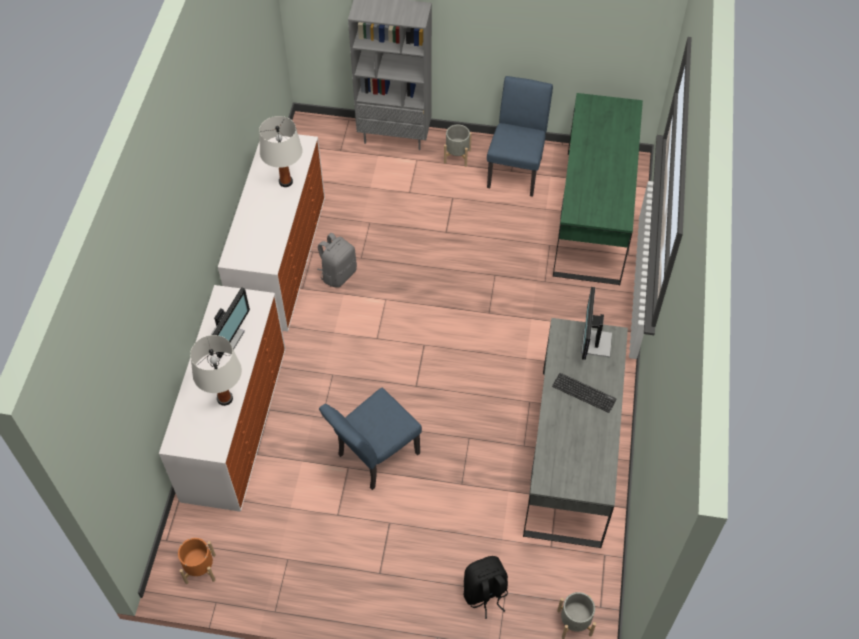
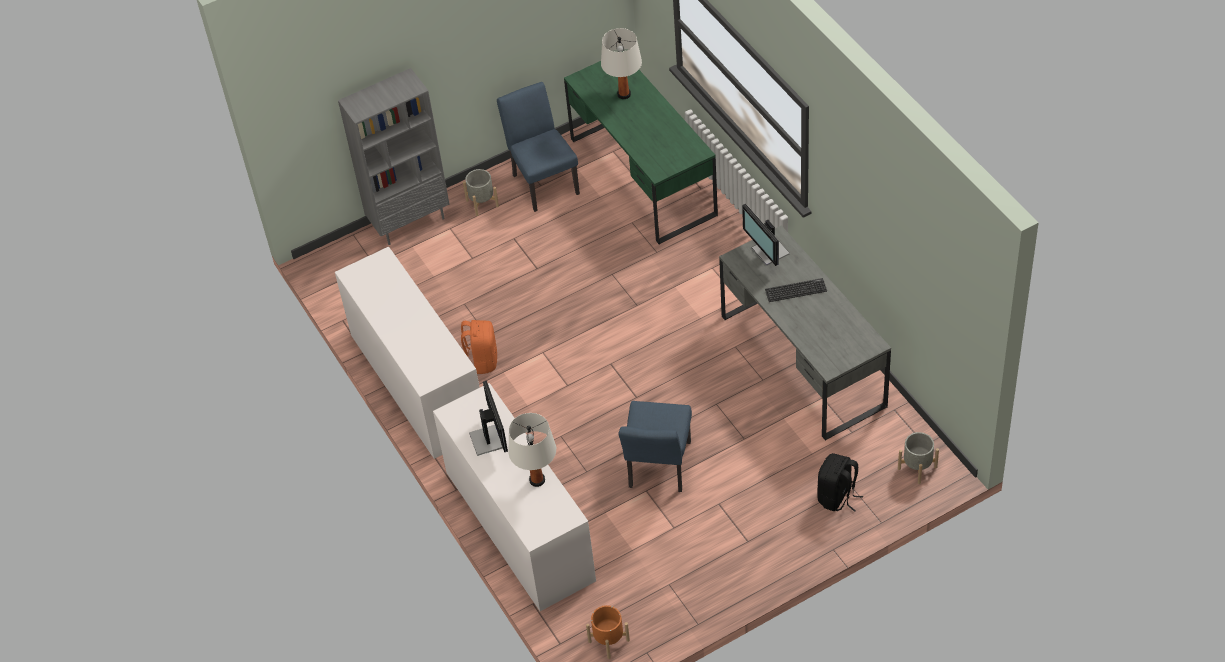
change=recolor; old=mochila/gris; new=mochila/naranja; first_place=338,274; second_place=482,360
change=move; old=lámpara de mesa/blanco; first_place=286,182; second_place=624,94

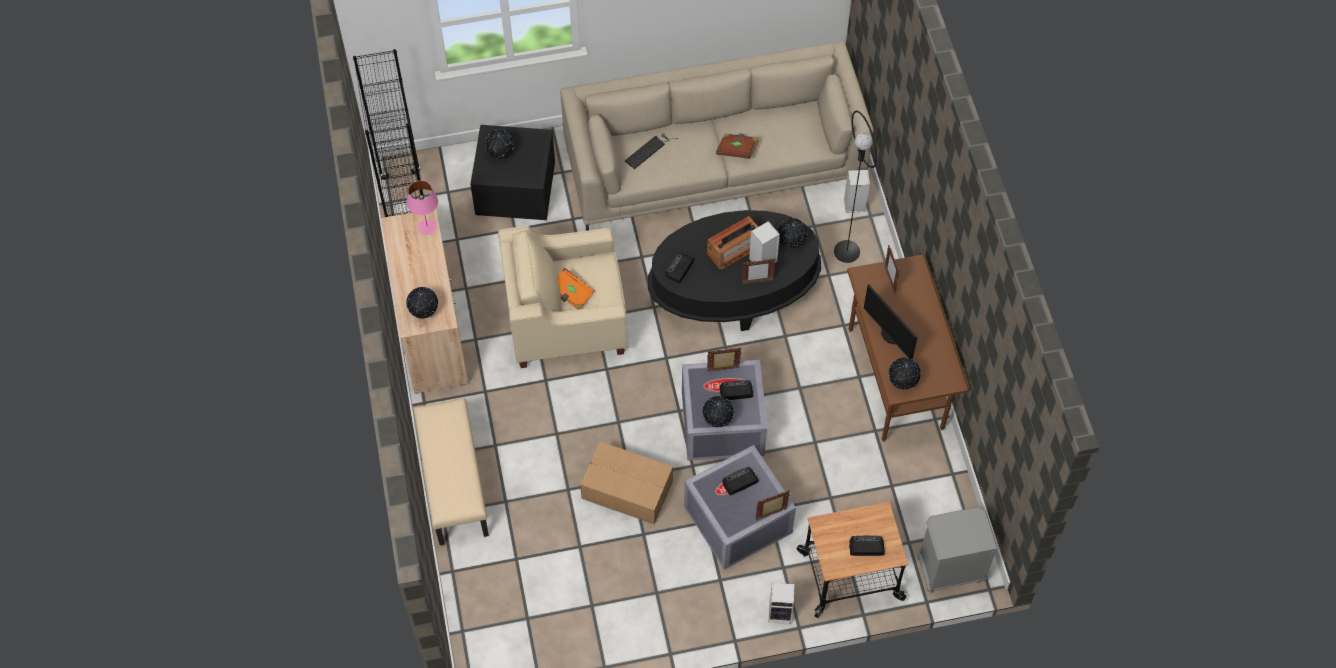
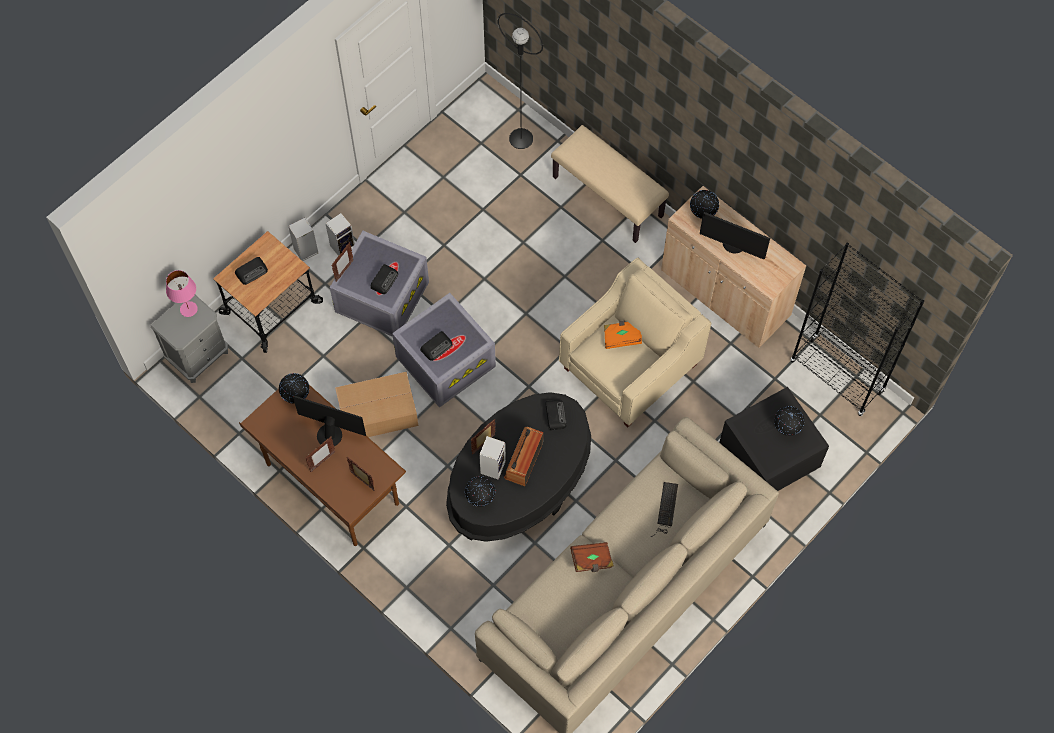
change=move; old=lámpara de mesa/rosa; first_place=427,226; second_place=189,309
change=move; old=portarretratos; first_place=723,370; second_place=322,462
change=move; old=altavoz; first_place=853,205; second_place=343,246
change=move; old=caja de cartón; first_place=626,488; second_place=379,413
change=move; old=lámpara de pie/negro; first_place=847,251; second_place=520,138
change=insert; new=monitor; second_place=733,245
change=delete; old=globo terráqueo; first_place=717,420

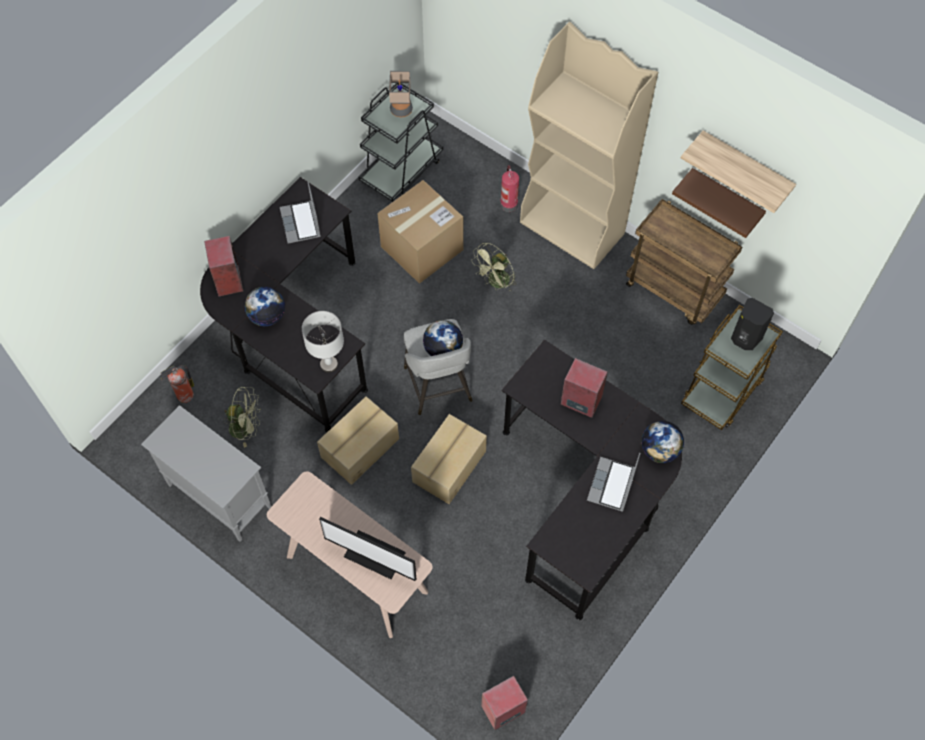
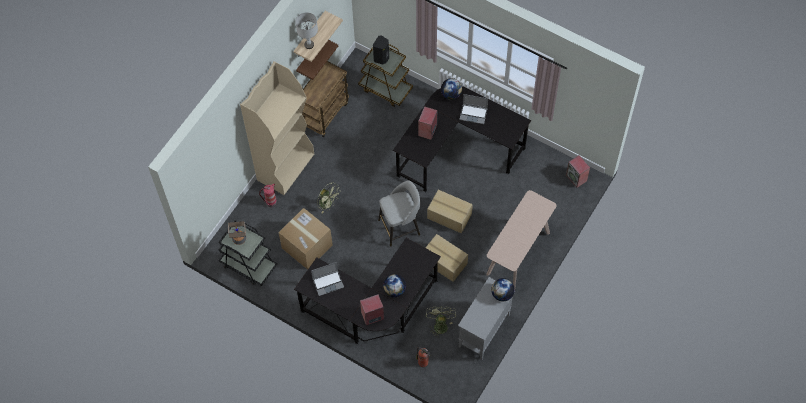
change=move; old=lámpara de mesa/gris; first_place=328,364; second_place=309,45
change=move; old=globo terráqueo; first_place=443,349; second_place=502,294
change=delete; old=monitor; first_place=374,555

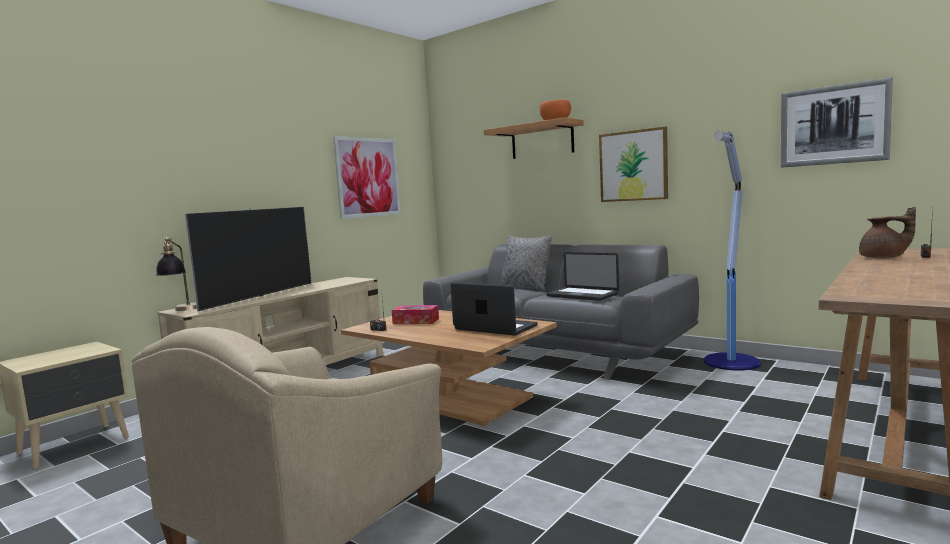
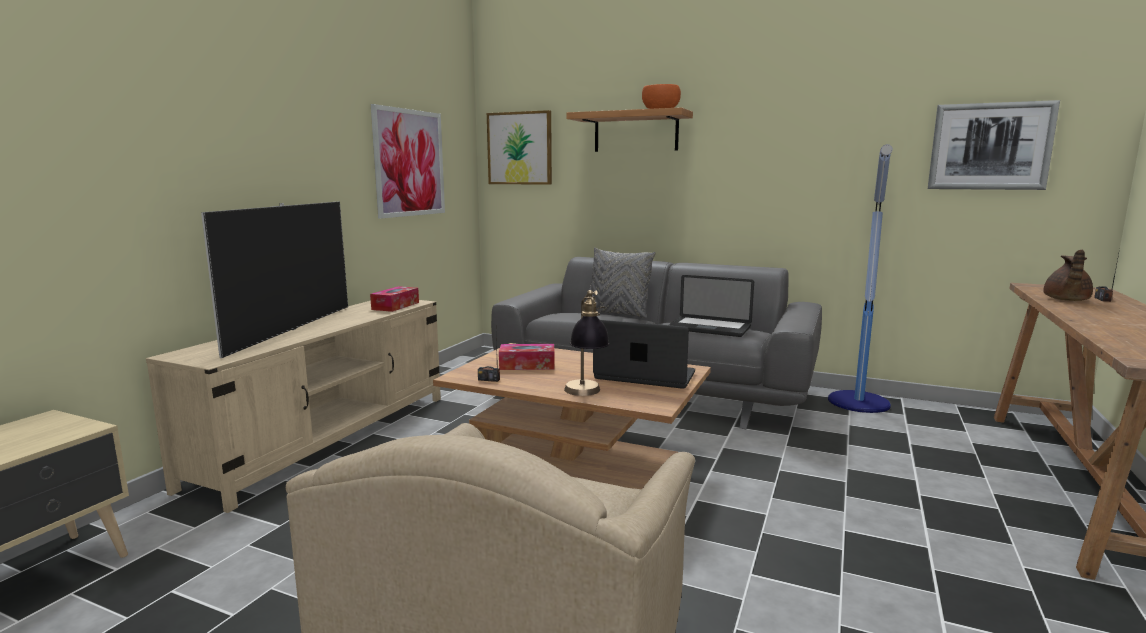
change=insert; new=caja de pañuelos; second_place=395,306
change=move; old=cuadro; first_place=633,166; second_place=520,148
change=move; old=lámpara de mesa; first_place=182,310; second_place=585,395
change=rotate; old=tetera/marrón; first_place=884,258; second_place=1065,300; degrees=120

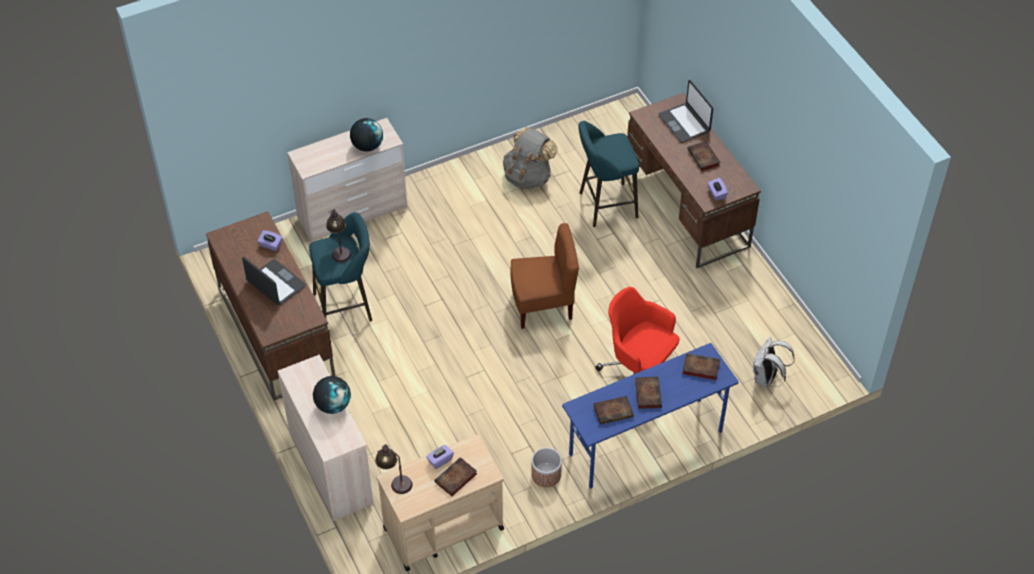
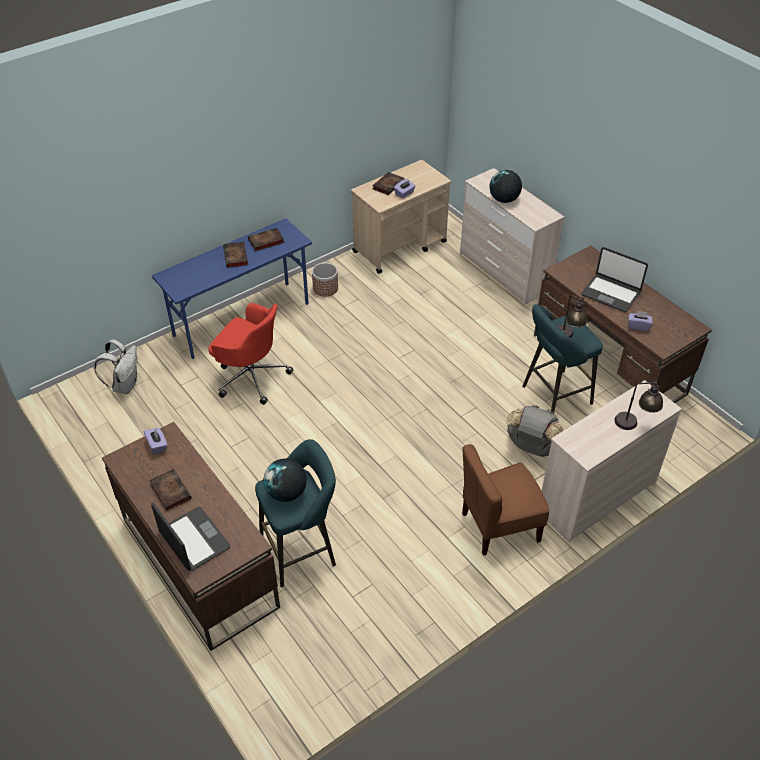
change=move; old=globo terráqueo; first_place=367,146; second_place=286,493
change=move; old=silla/marrón; first_place=542,305; second_place=499,526
change=move; old=mochila/gris; first_place=528,176; second_place=533,447
change=move; old=lámpara de mesa; first_place=394,481; second_place=634,424
change=delete; old=libro; first_place=700,368

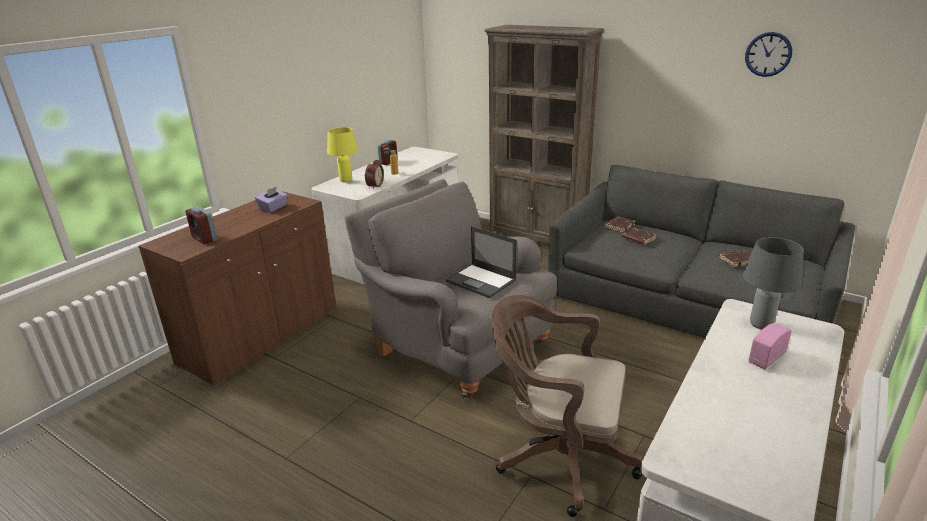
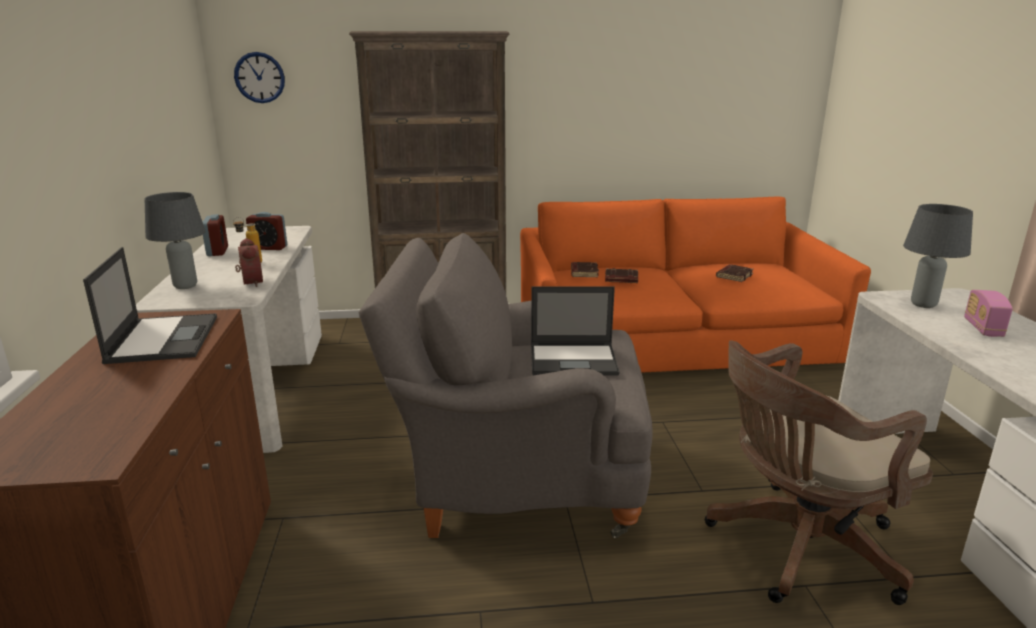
change=replace; old=caja de pañuelos/morado; new=portátil; first_place=273,208; second_place=163,338
change=recolor; old=lámpara de mesa/amarillo; new=lámpara de mesa/gris; first_place=345,180; second_place=185,286
change=move; old=reloj de pared; first_place=768,54; second_place=259,77
change=move; old=despertador; first_place=204,239; second_place=269,248
change=recolor; old=sofá/gris; new=sofá/naranja; first_place=688,298; second_place=672,338

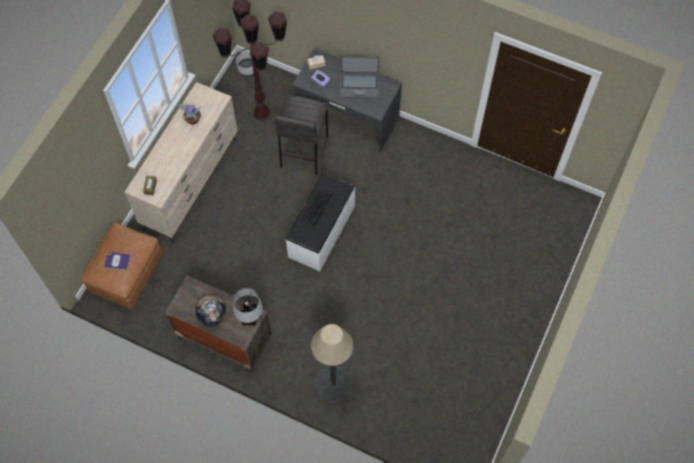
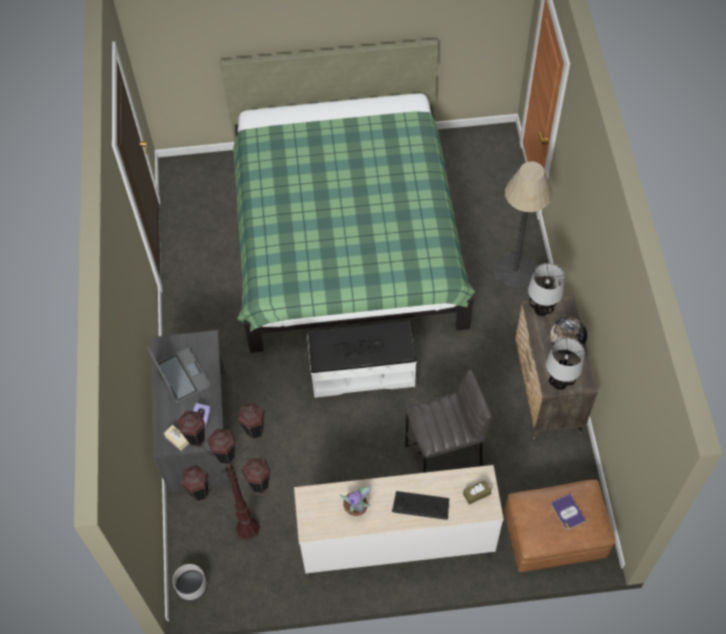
change=insert; new=cama/verde; second_place=346,237
change=insert; new=teclado; second_place=421,506
change=move; old=taburete/gris; first_place=303,152; second_place=444,459
change=insert; new=lámpara de mesa; second_place=559,382

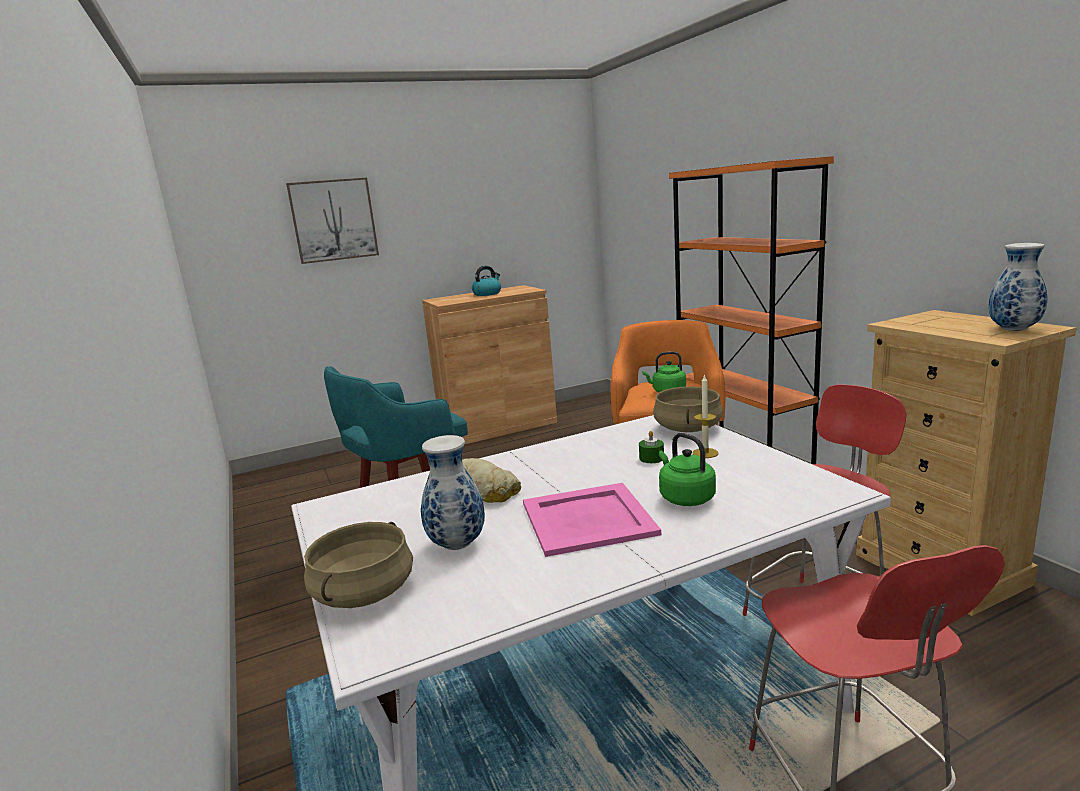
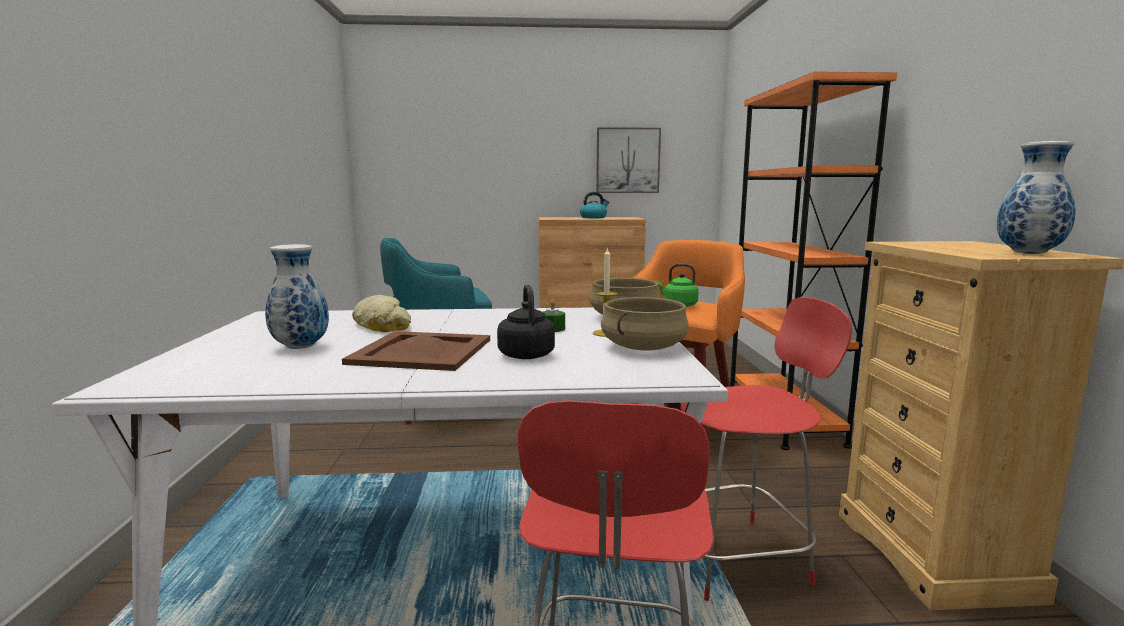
change=recolor; old=bandeja/rosa; new=bandeja/marrón; first_place=589,519; second_place=422,352
change=recolor; old=hervidor/verde; new=hervidor/negro; first_place=685,497; second_place=526,354
change=move; old=cuadro; first_place=333,220; second_place=627,160
change=move; old=olla/beis; first_place=364,593; second_place=644,348

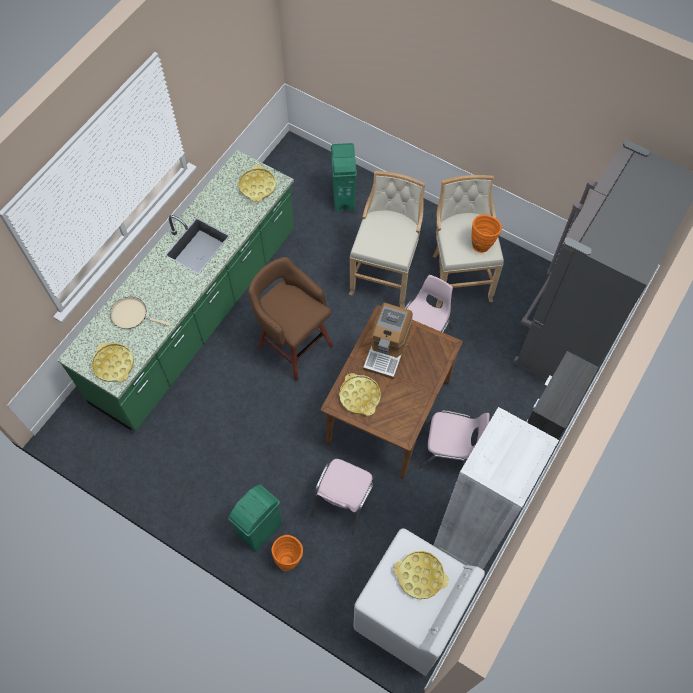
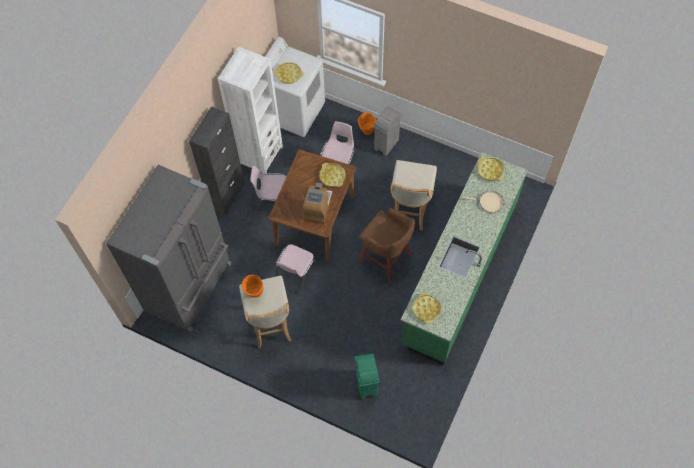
change=recolor; old=papelera/verde; new=papelera/gris; first_place=261,530; second_place=386,145
change=move; old=taburete/beis; first_place=385,274; second_place=409,210

